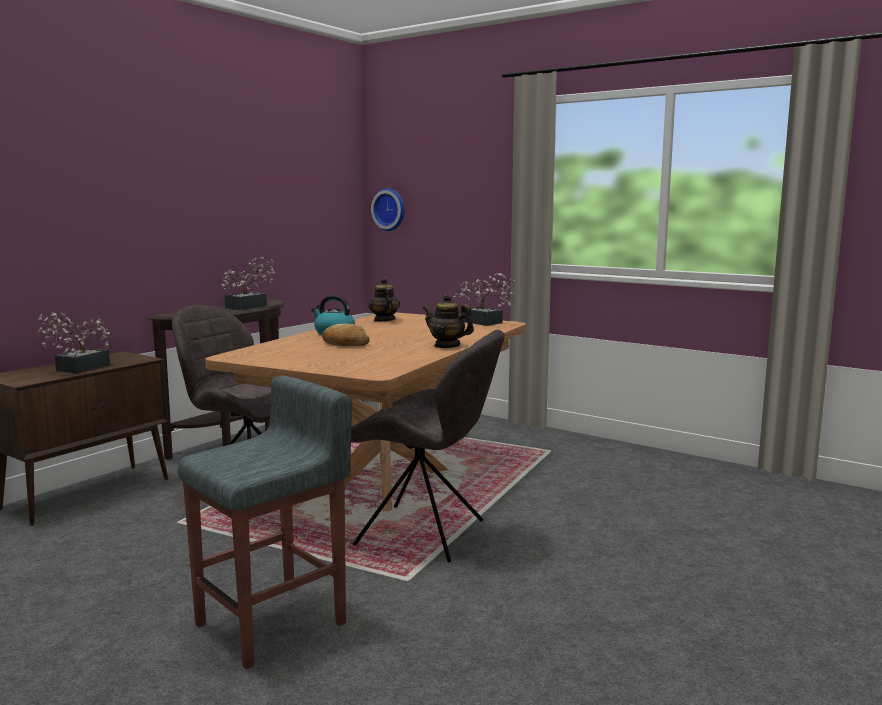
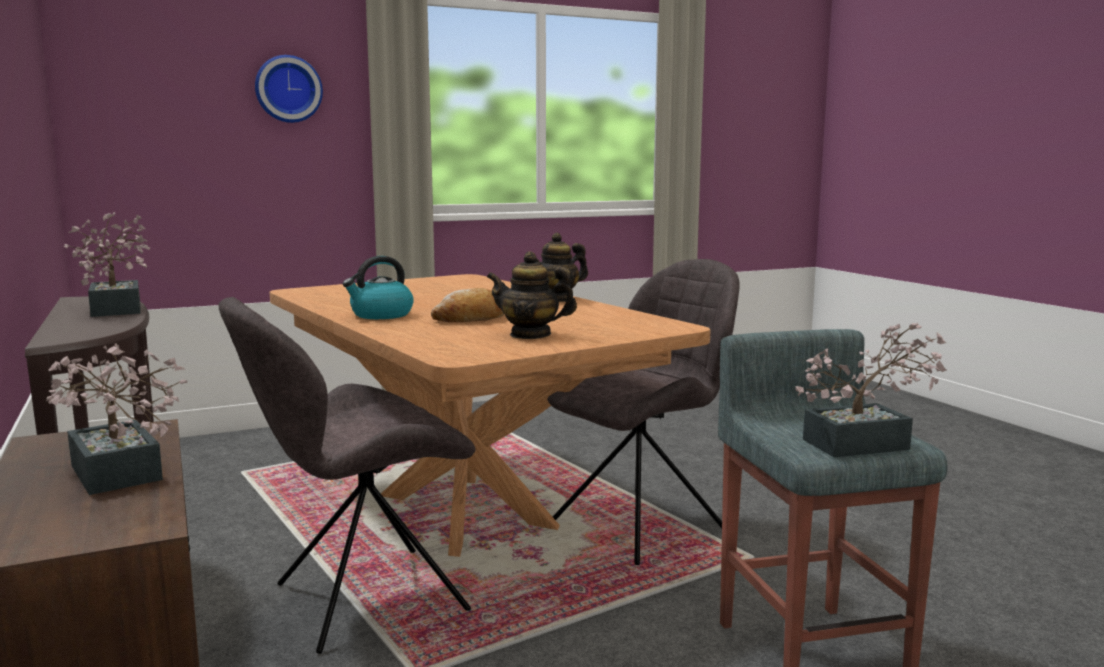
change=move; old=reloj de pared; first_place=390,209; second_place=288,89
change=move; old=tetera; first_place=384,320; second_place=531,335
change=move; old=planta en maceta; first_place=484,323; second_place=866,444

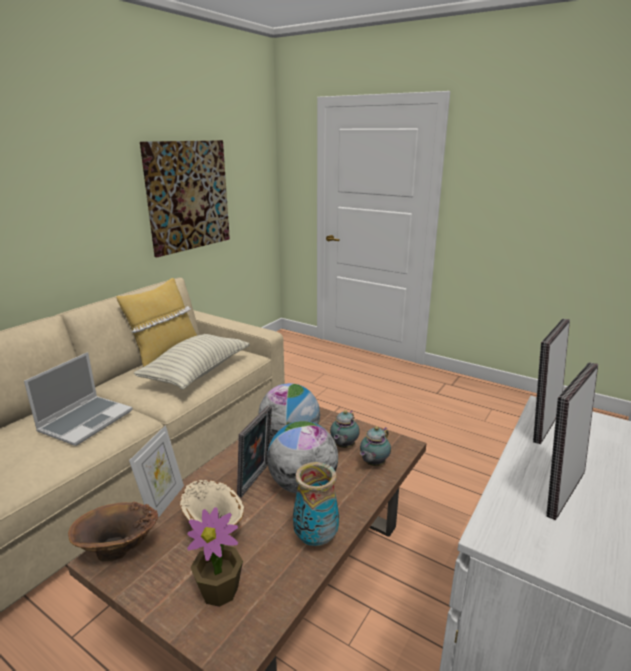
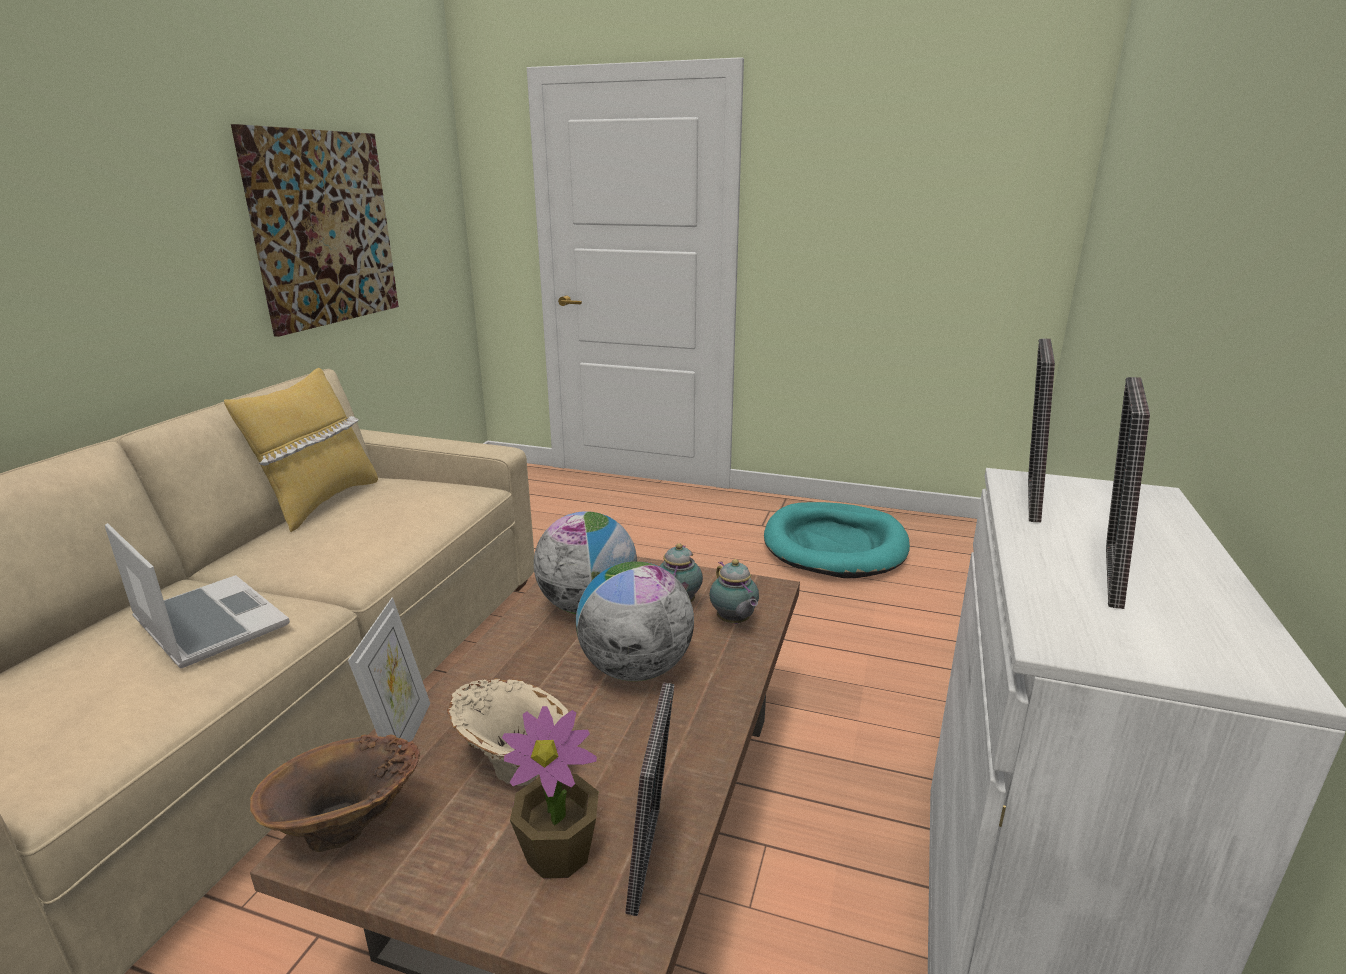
change=rotate; old=portátil; first_place=86,420; second_place=207,623; degrees=-60
change=move; old=portarretratos; first_place=256,480; second_place=651,859
change=rotate; old=tetera; first_place=373,464; second_place=734,622; degrees=-45
change=insert; new=cama para perro/turquesa; second_place=835,545
change=delete; old=cojín; first_place=197,372
change=delete; old=florero; first_place=315,539

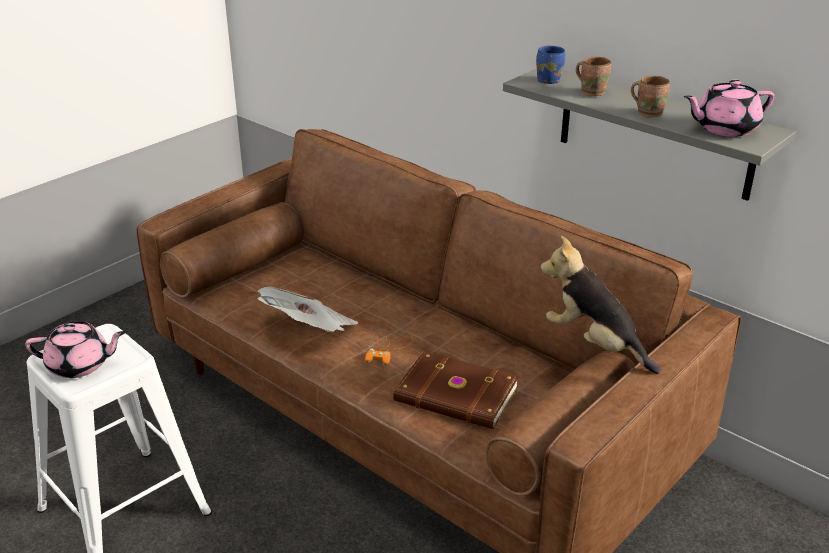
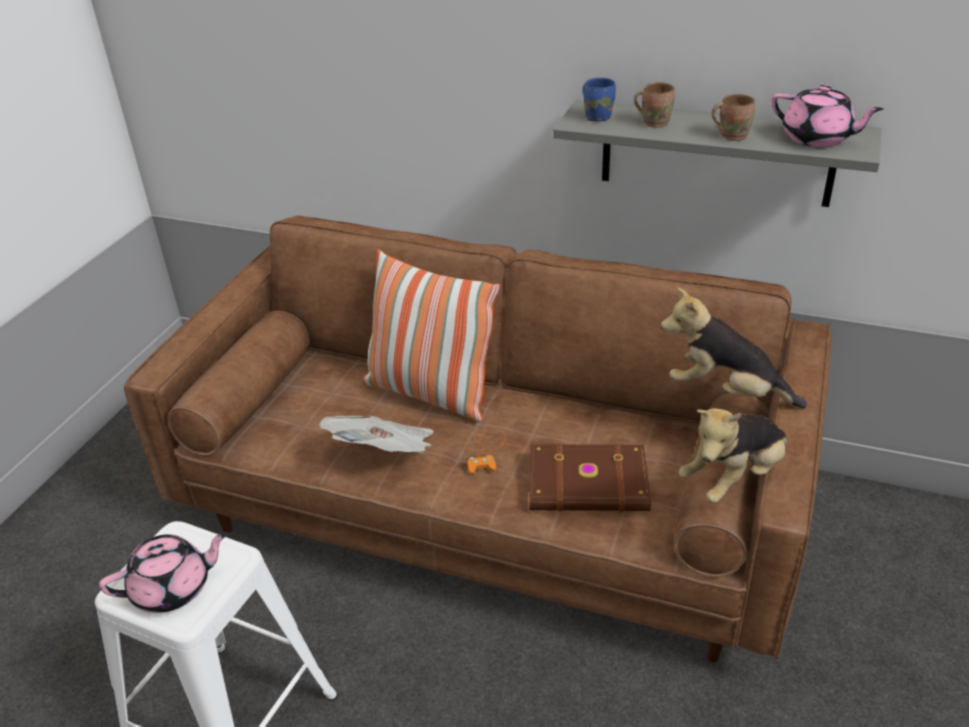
change=insert; new=cojín; second_place=429,393
change=insert; new=peluche; second_place=734,478
change=rotate; old=tetera/rosa; first_place=724,128; second_place=817,138; degrees=-105

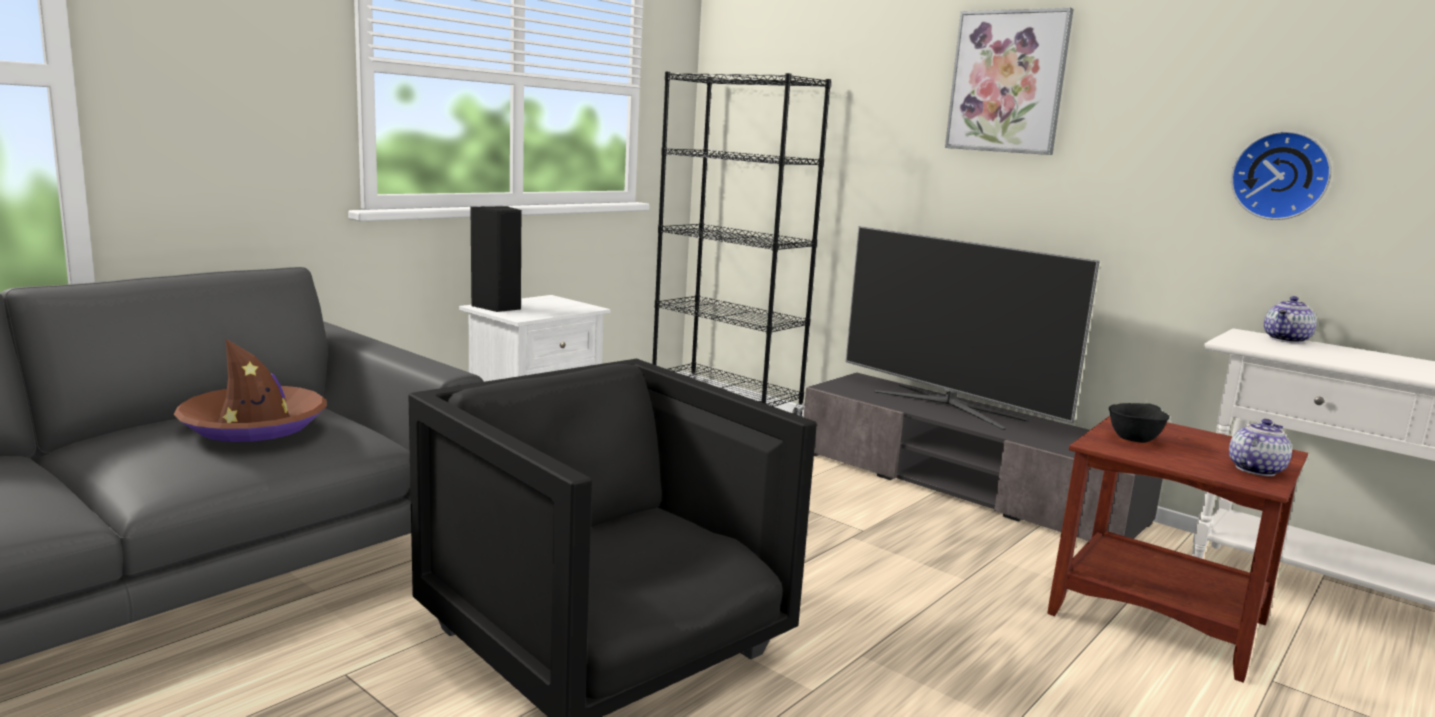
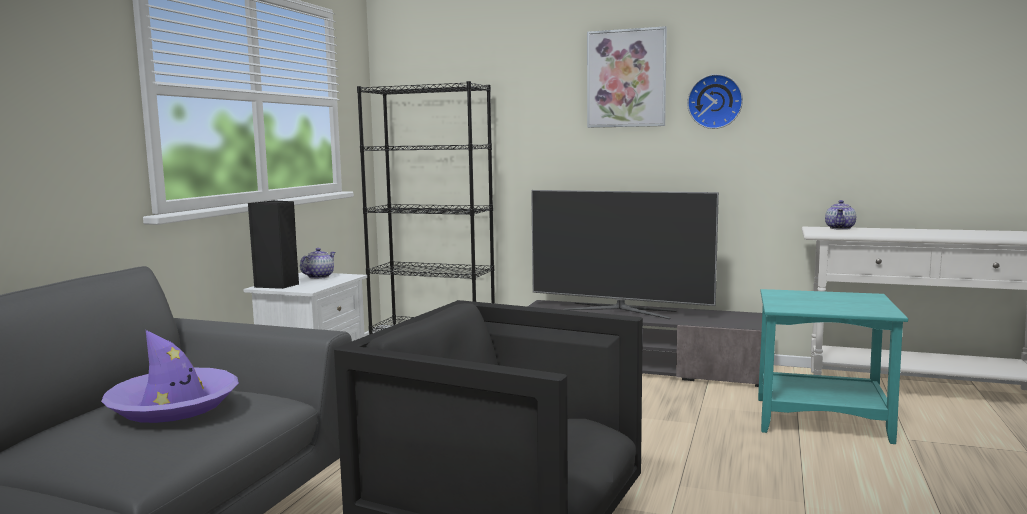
change=recolor; old=sombrero/marrón; new=sombrero/morado; first_place=254,425; second_place=174,405
change=move; old=tetera; first_place=1254,469; second_place=318,277
change=move; old=reloj de pared; first_place=1281,175; second_place=715,101
change=recolor; old=mesa auxiliar/marrón; new=mesa auxiliar/turquesa; first_place=1156,619; second_place=821,420
change=delete; old=cuenco/negro; first_place=1133,440

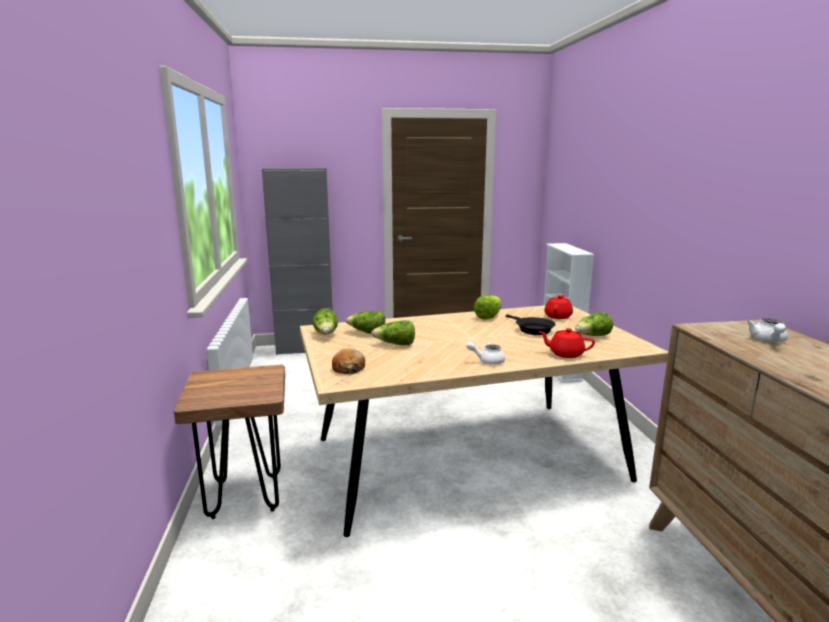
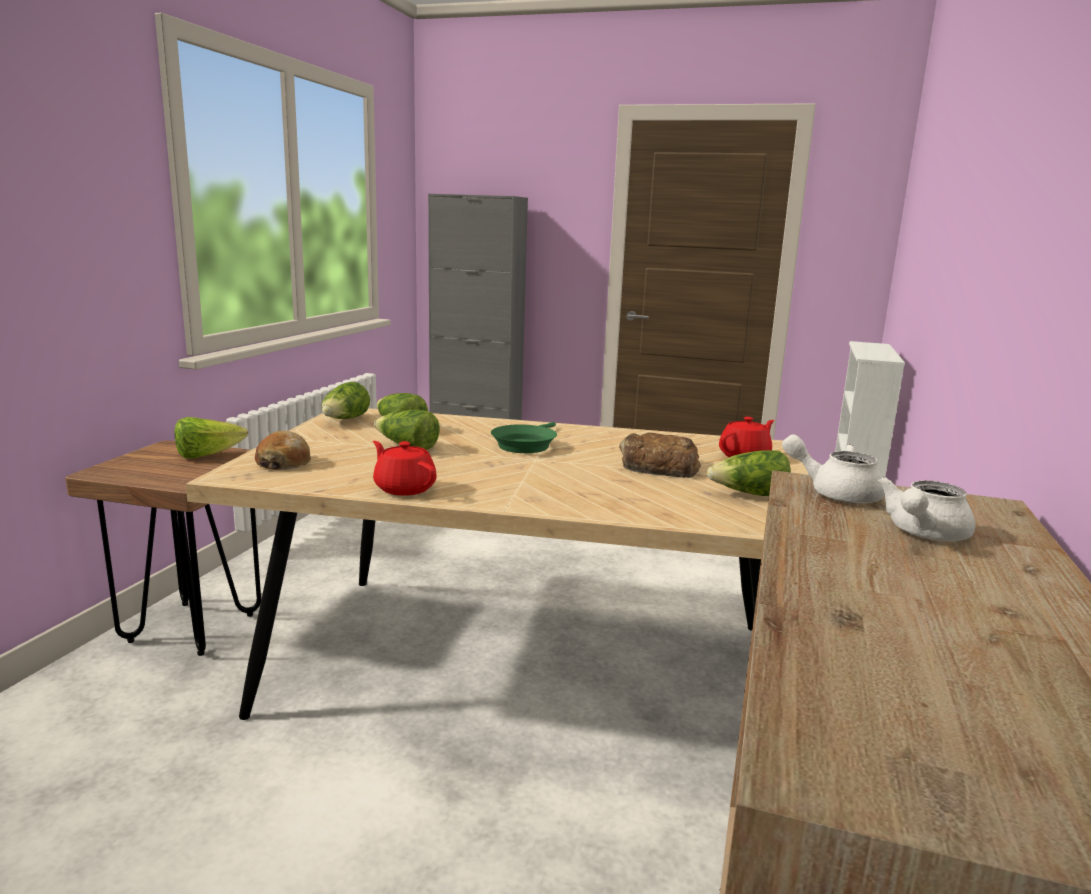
change=move; old=lechuga; first_place=488,316; second_place=207,456
change=move; old=tetera/rojo; first_place=565,354; second_place=404,488
change=insert; new=sartén/verde; second_place=525,444
change=replace; old=sartén/negro; new=pan; first_place=532,329; second_place=658,466
change=move; old=tetera/blanco; first_place=487,361; second_place=835,493

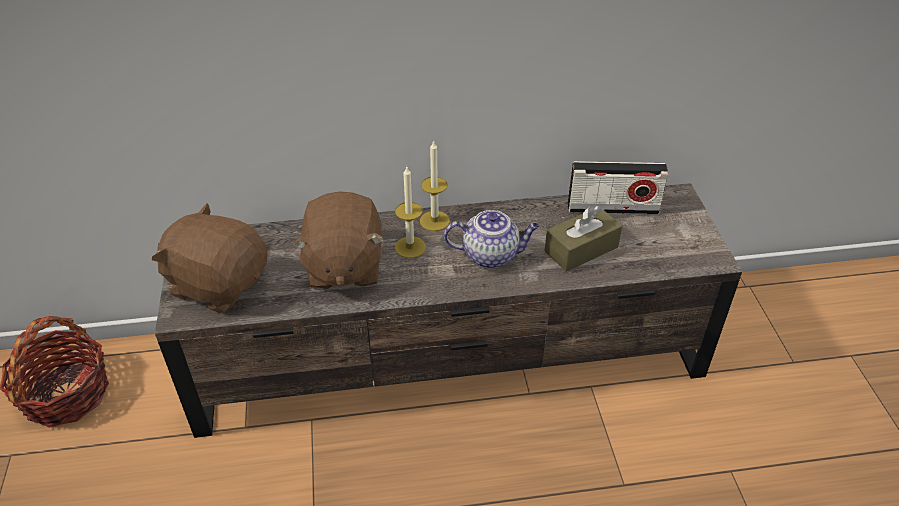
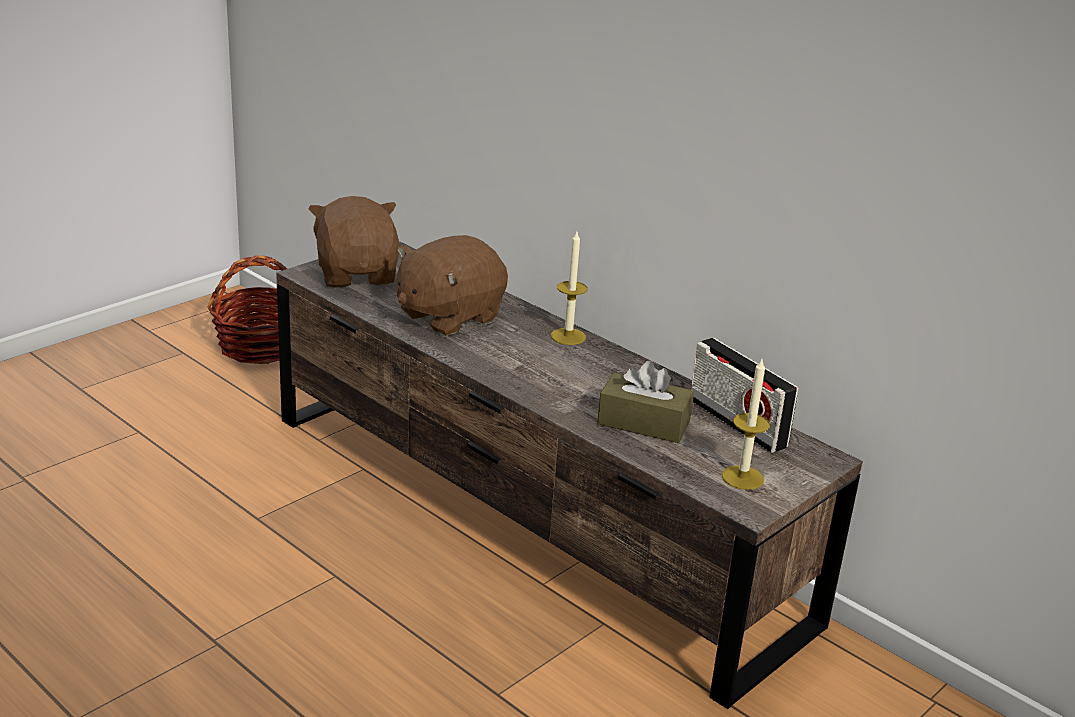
change=move; old=vela; first_place=410,247; second_place=742,477
change=delete; old=tetera; first_place=491,255

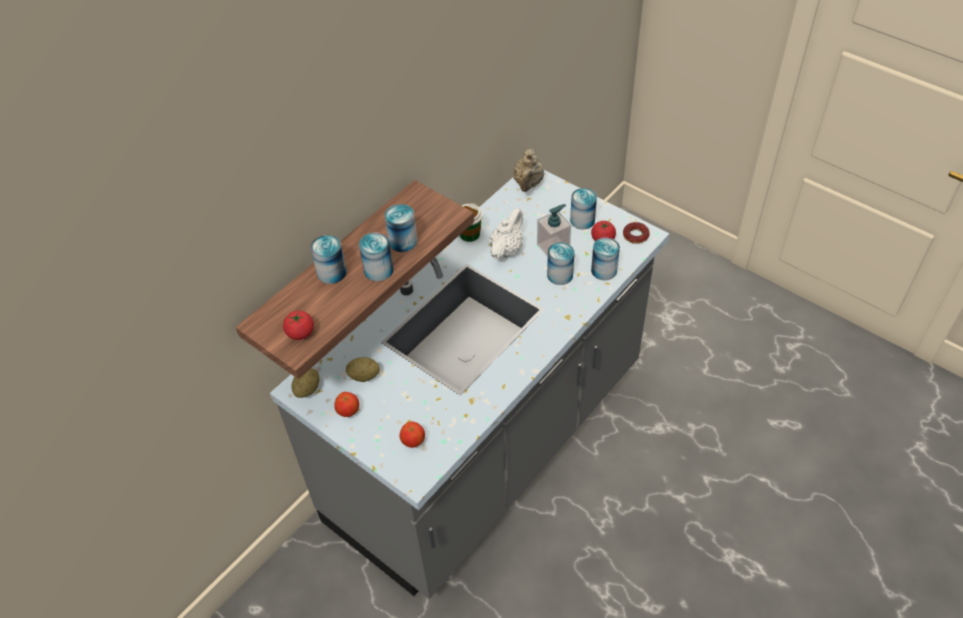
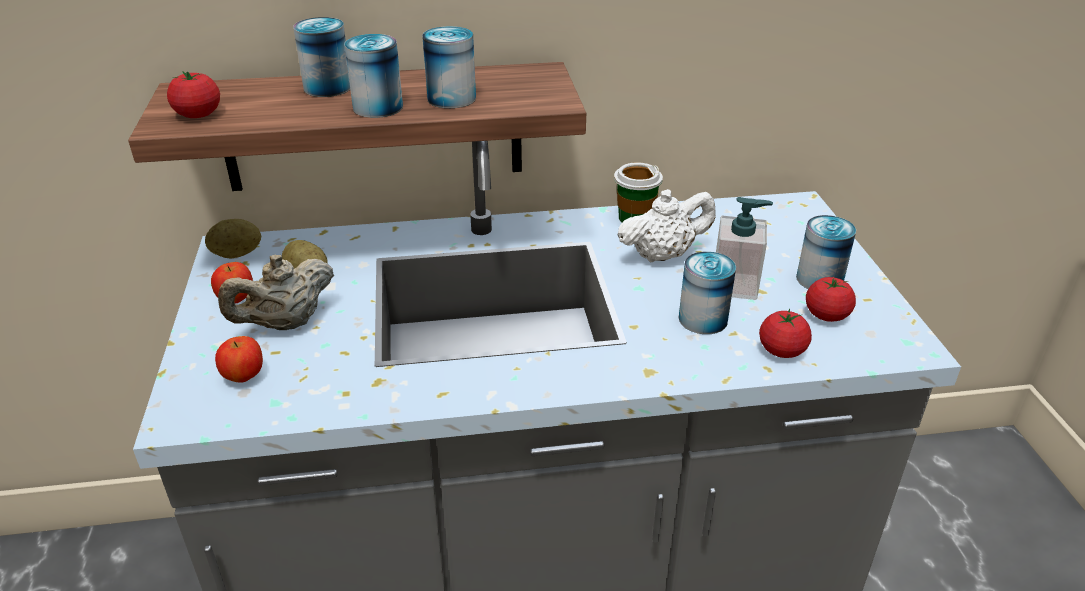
change=move; old=tetera/beis; first_place=528,184; second_place=286,323
change=replace; old=lata; new=tomate; first_place=604,270; second_place=781,350
change=delete; old=rosquilla; first_place=635,235

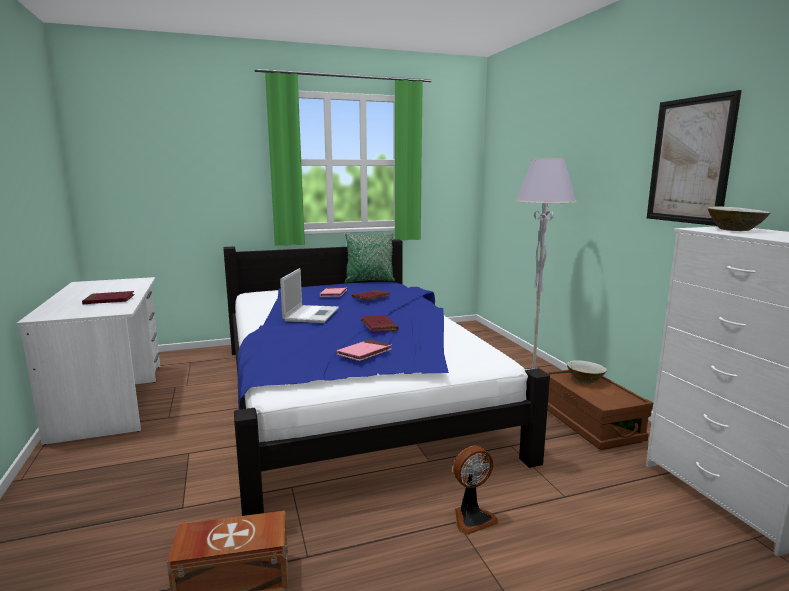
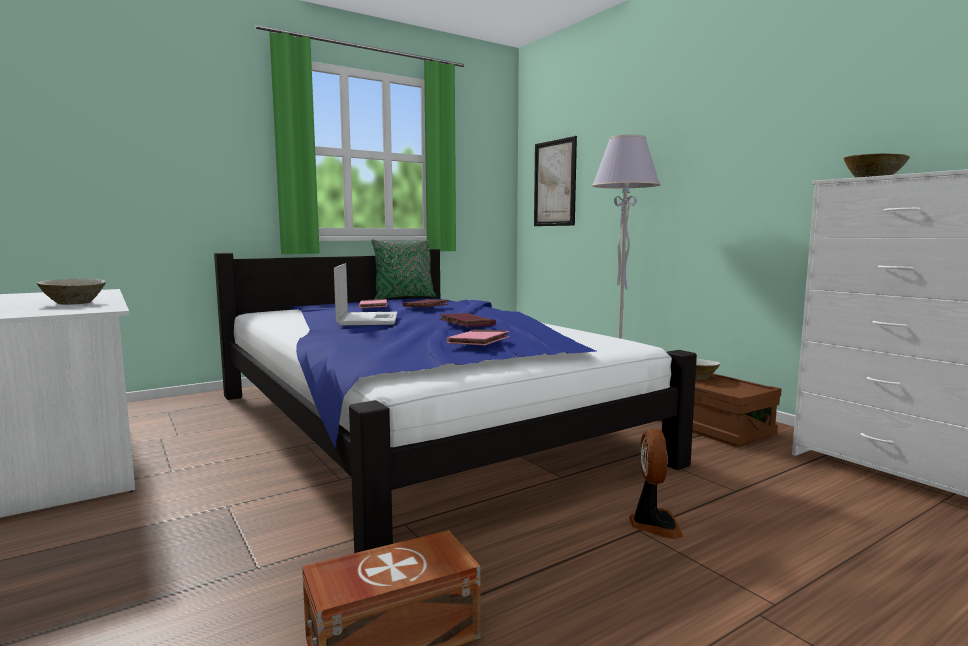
change=replace; old=libro/rojo; new=cuenco/beis; first_place=109,300; second_place=74,303
change=move; old=cuadro; first_place=690,161; second_place=555,183
change=rotate; old=ventilador; first_place=472,518; second_place=653,524; degrees=-45

